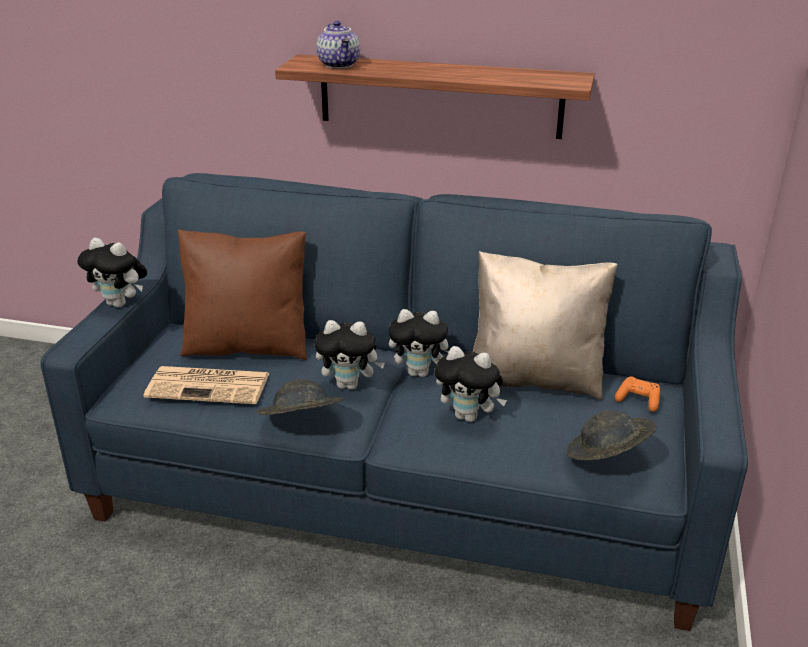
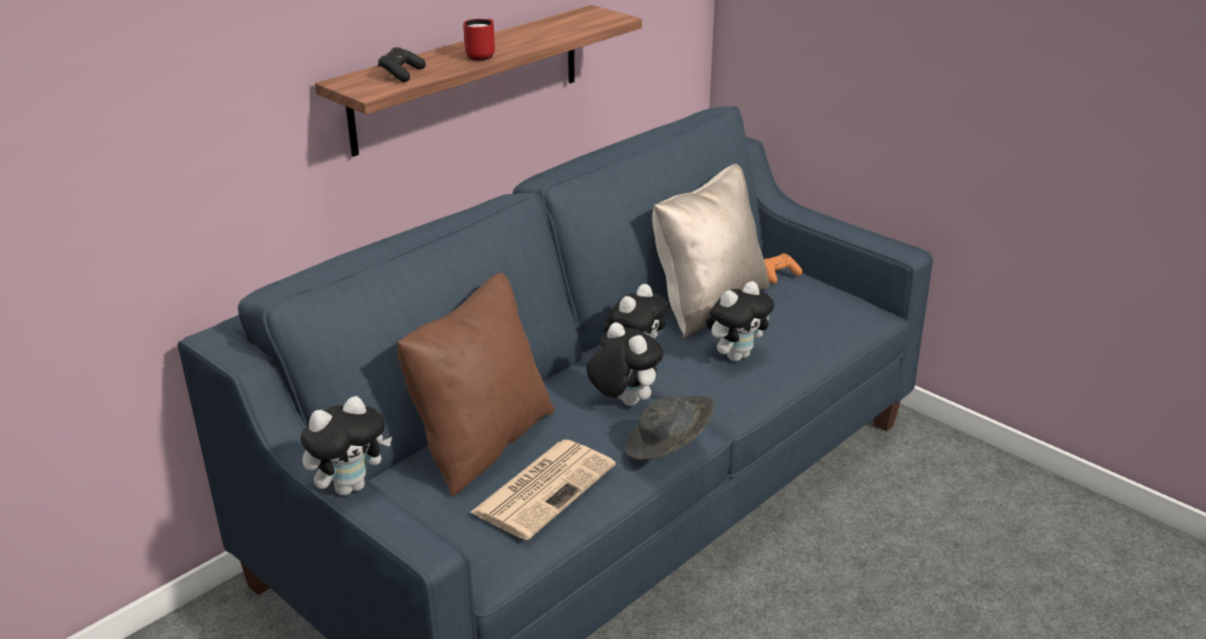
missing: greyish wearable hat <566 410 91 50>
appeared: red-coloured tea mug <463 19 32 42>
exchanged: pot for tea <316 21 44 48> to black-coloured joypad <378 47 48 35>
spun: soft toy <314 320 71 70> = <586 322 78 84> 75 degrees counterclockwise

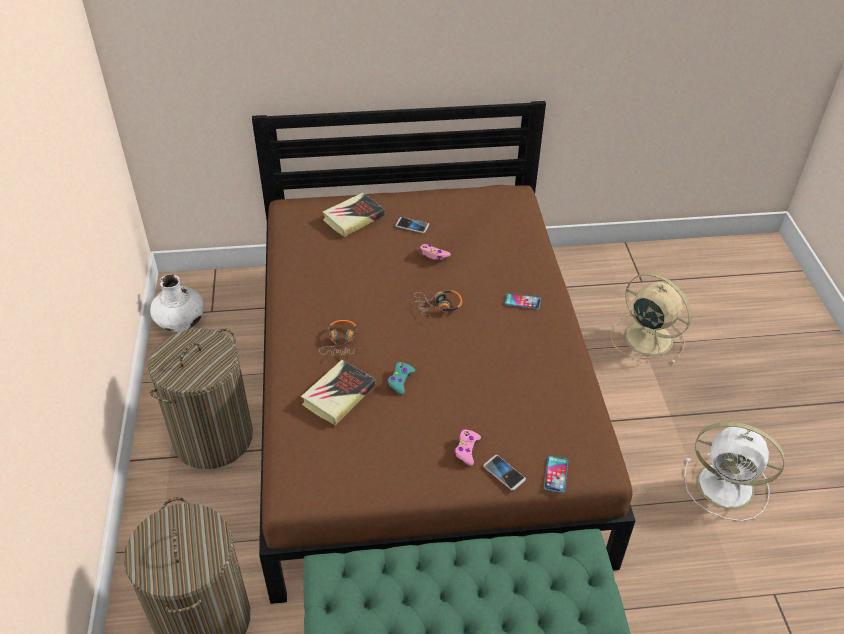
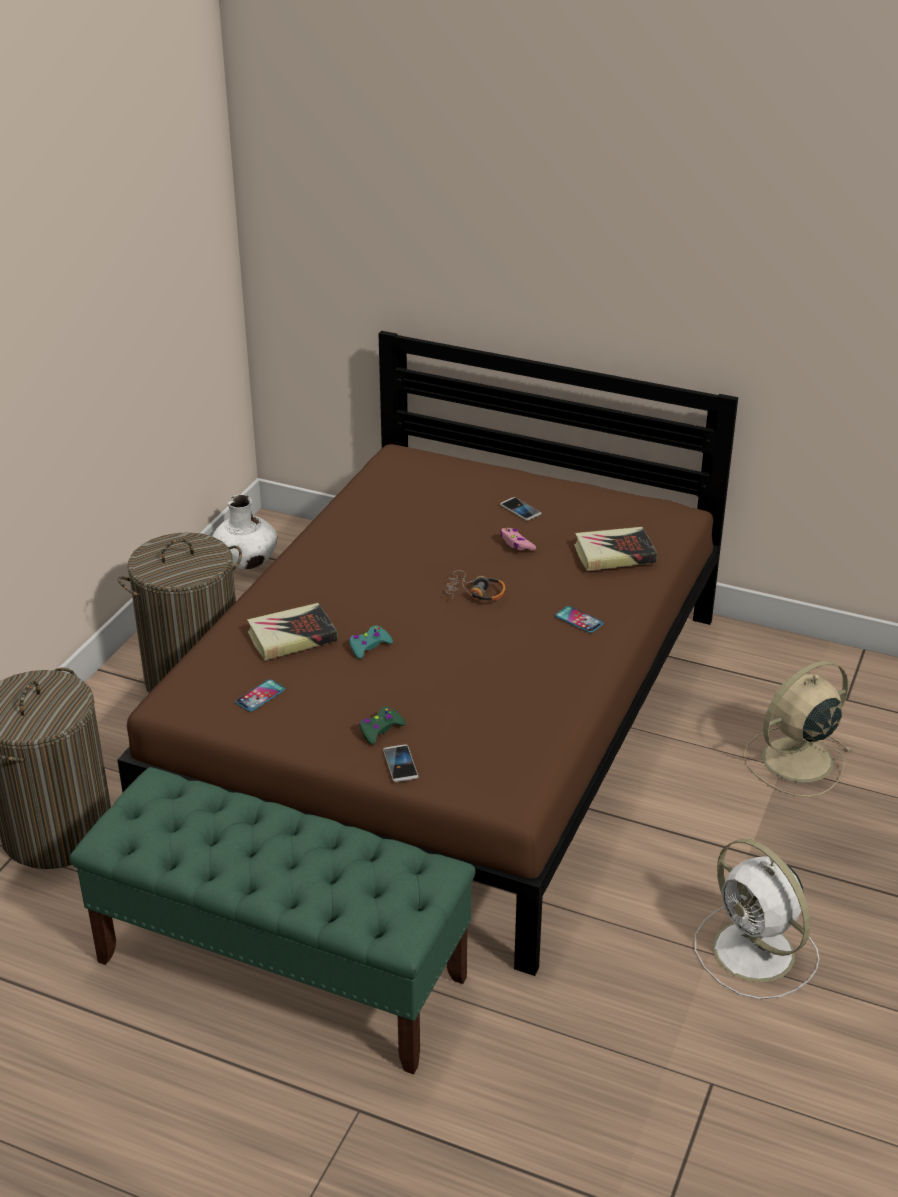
missing: pair of headphones <319 320 40 36>
relocated: book <323 193 62 44> to <574 527 83 44>; handset <544 456 24 37> to <235 679 50 33>
colour: pink joypad <454 430 27 36> to green-coloured joypad <359 706 47 39>
spun: sand-coloured fan <611 273 81 91> = <744 661 108 136> 105 degrees counterclockwise

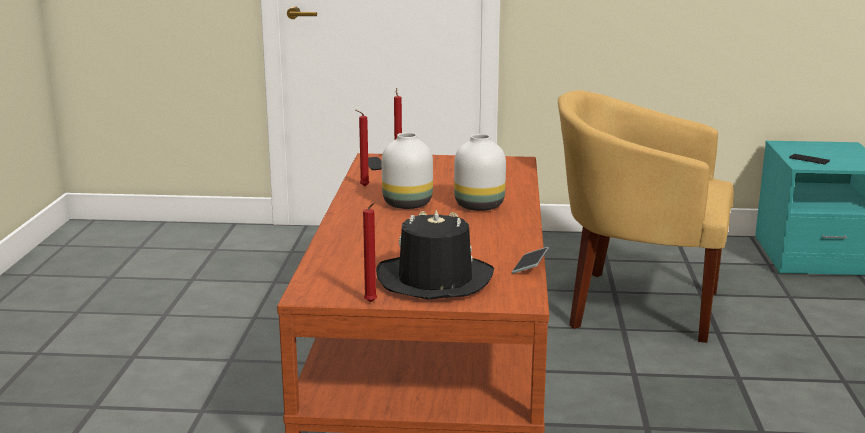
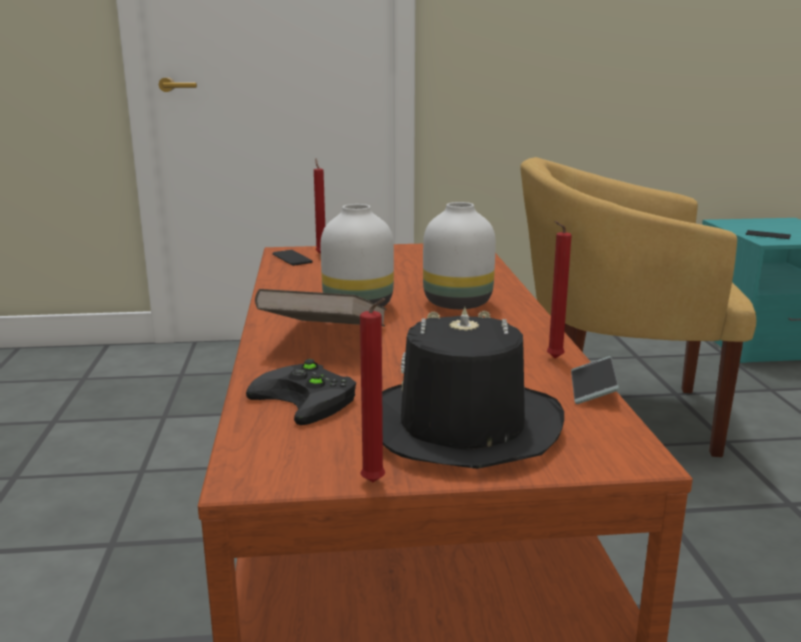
appeared: black-coloured joypad <246 359 110 66>; brown book <255 289 131 37>
relocated: red-coloured wax candle <356 110 14 76> to <547 221 25 138>

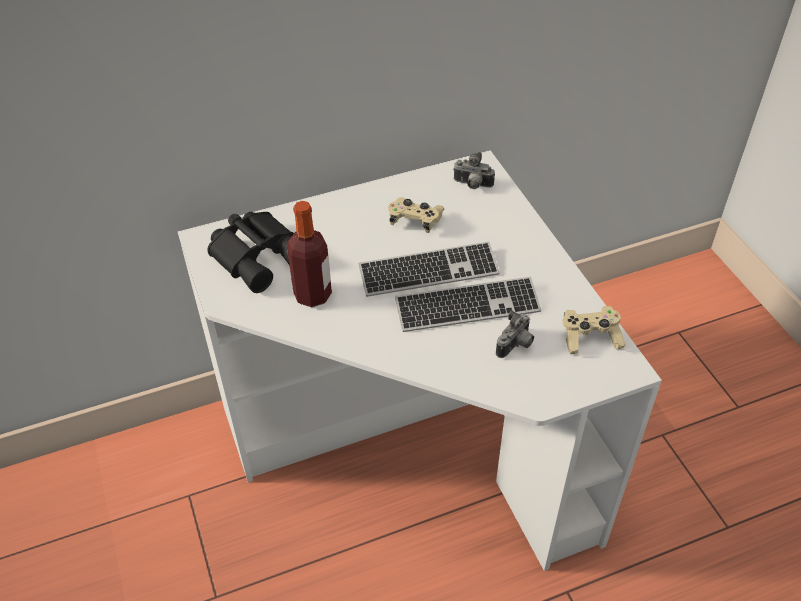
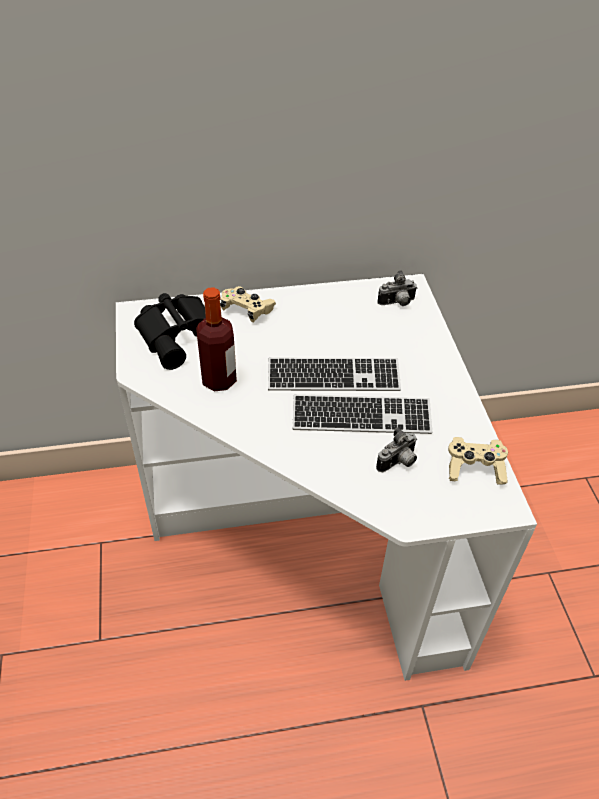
relocated: sand-coloured joypad <388 197 57 36> to <220 286 56 36>
spun: still camera <453 152 42 37> = <377 270 40 36> 45 degrees counterclockwise

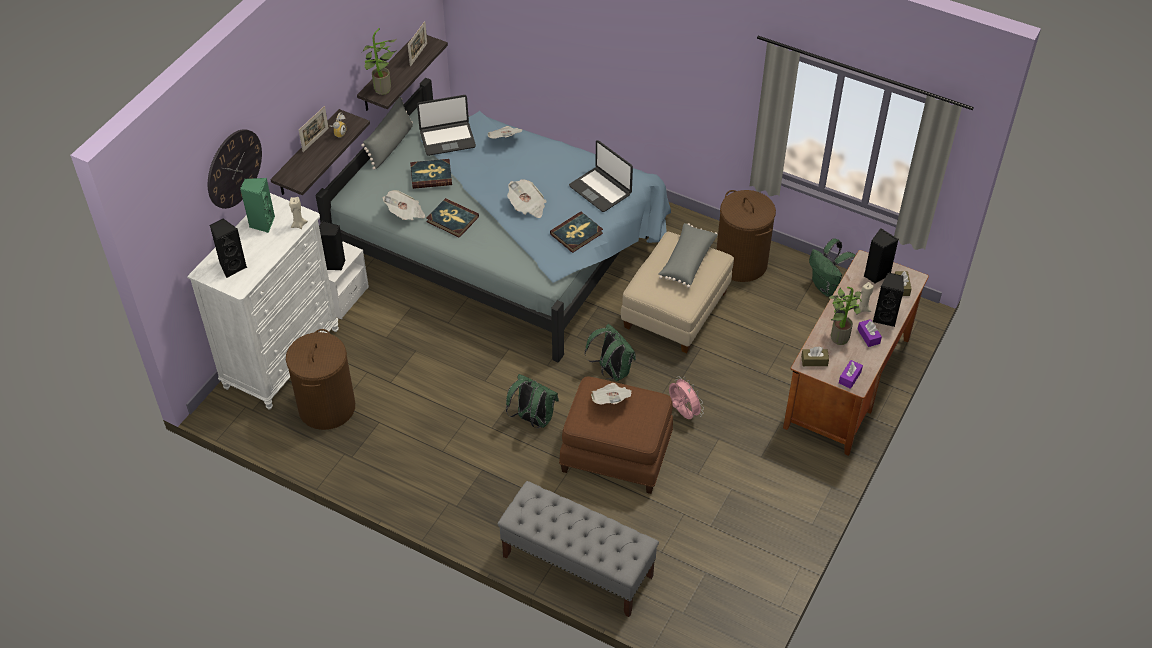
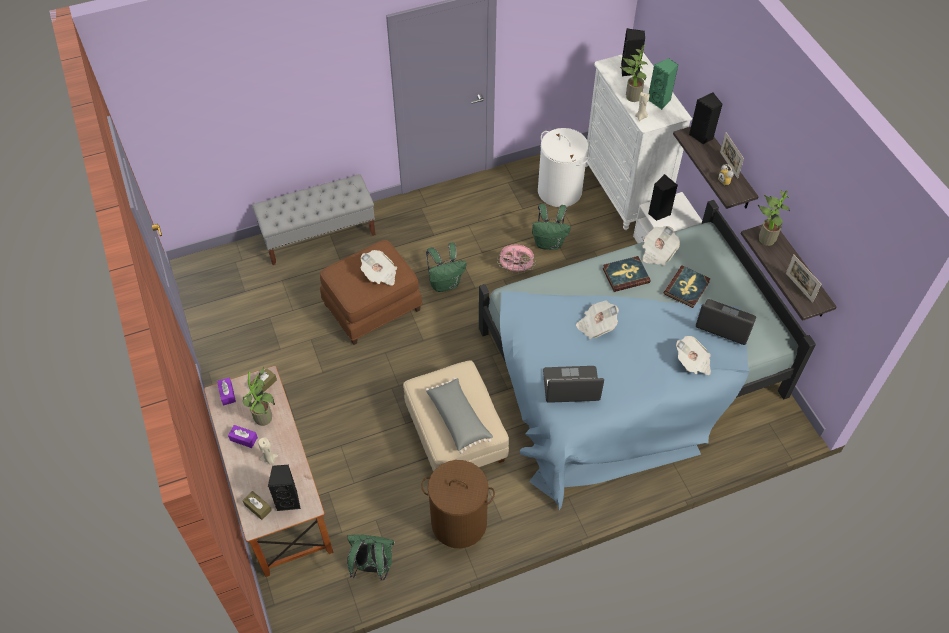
missing: clock on the wall <208 129 54 80>; greyish cushion <361 97 52 73>; book <550 212 53 41>
appeared: plant in a pot <620 45 28 57>
relocated: green-coloured rucksack <585 324 51 57> to <532 204 39 46>; pink fan <669 376 35 43> to <497 244 39 30>; black-coloured audio speaker <873 272 31 55> to <689 92 34 52>
colour: brown hamper <286 329 69 101> to whitish hamper <538 128 51 79>
spun: notebook computer <417 95 59 61> = <696 299 60 46> 90 degrees clockwise

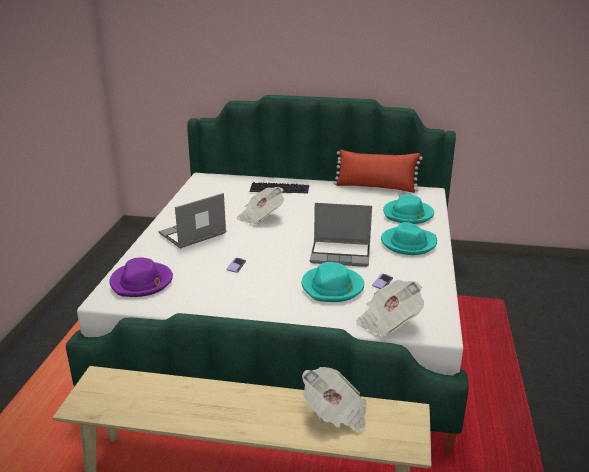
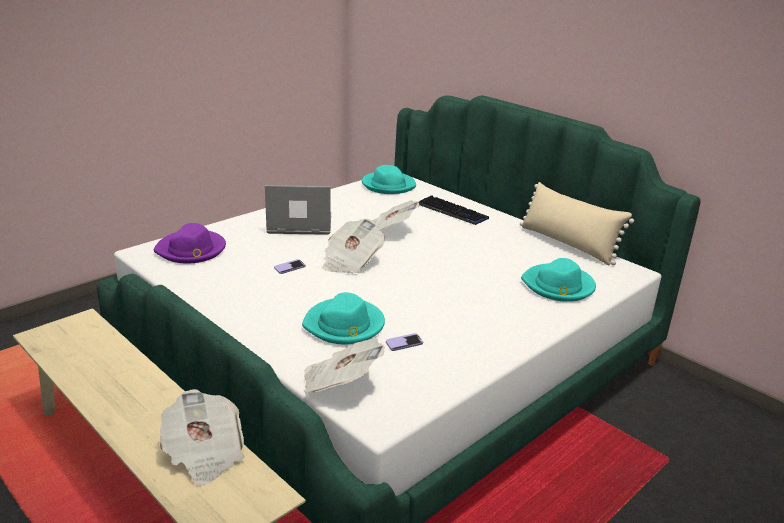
missing: notebook computer <310 203 62 64>
appeared: daily paper <323 219 62 54>
relocated: turquoise-coloured wearable hat <381 222 56 33> to <362 165 54 29>
colour: red-coloured cushion <333 149 90 44> to sand-coloured cushion <520 182 114 83>

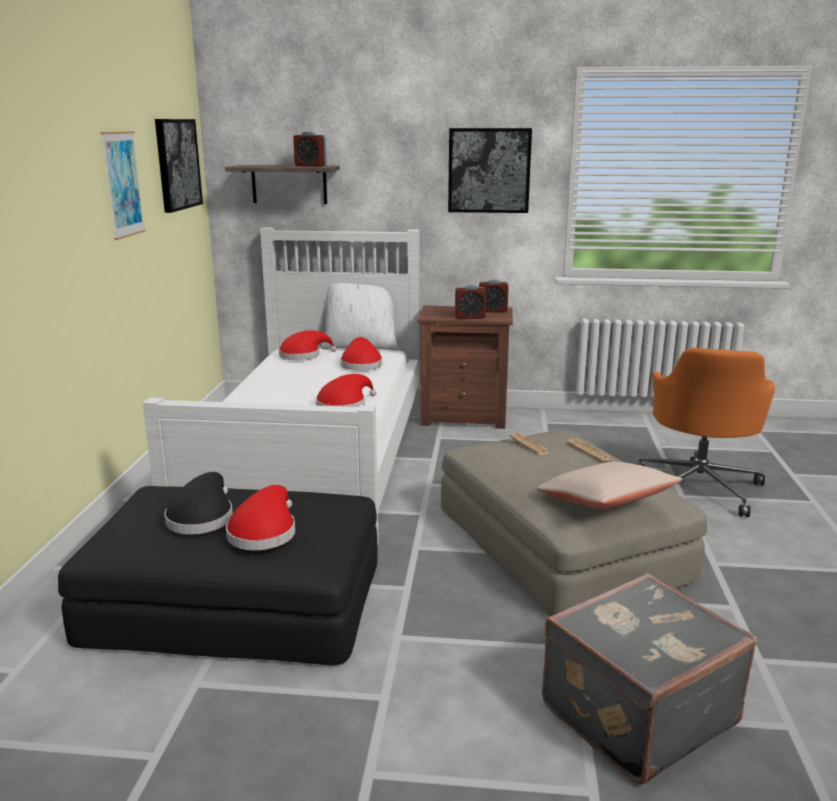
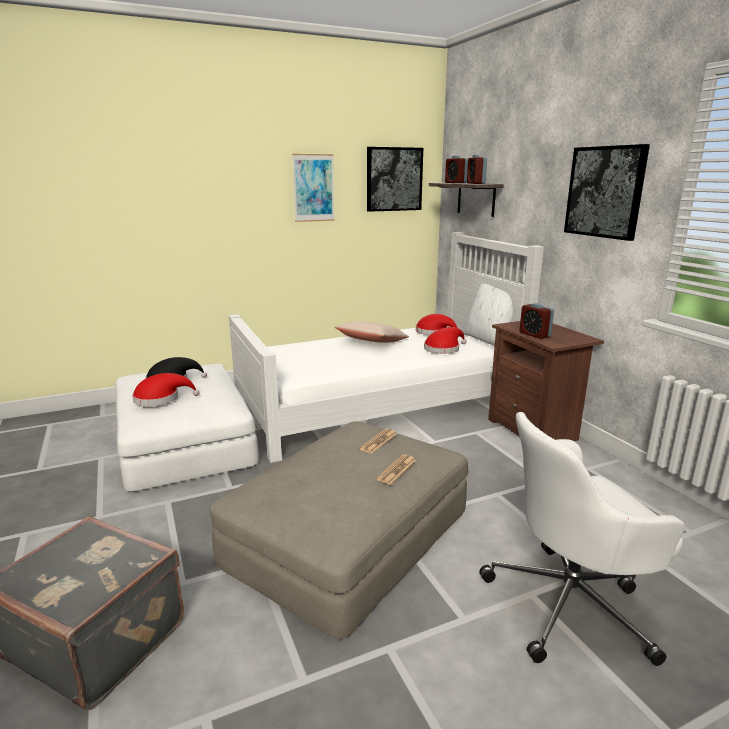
missing: red-coloured wearable hat <316 374 61 33>
relocated: alarm clock <479 280 30 33> to <445 155 23 28>; sand-coloured cushion <536 462 147 47> to <335 321 74 22>
colour: black-coloured ottoman <58 486 320 179> to whitish ottoman <115 364 144 128>; orange-coloured office chair <637 348 138 169> to whitish office chair <479 412 206 254>

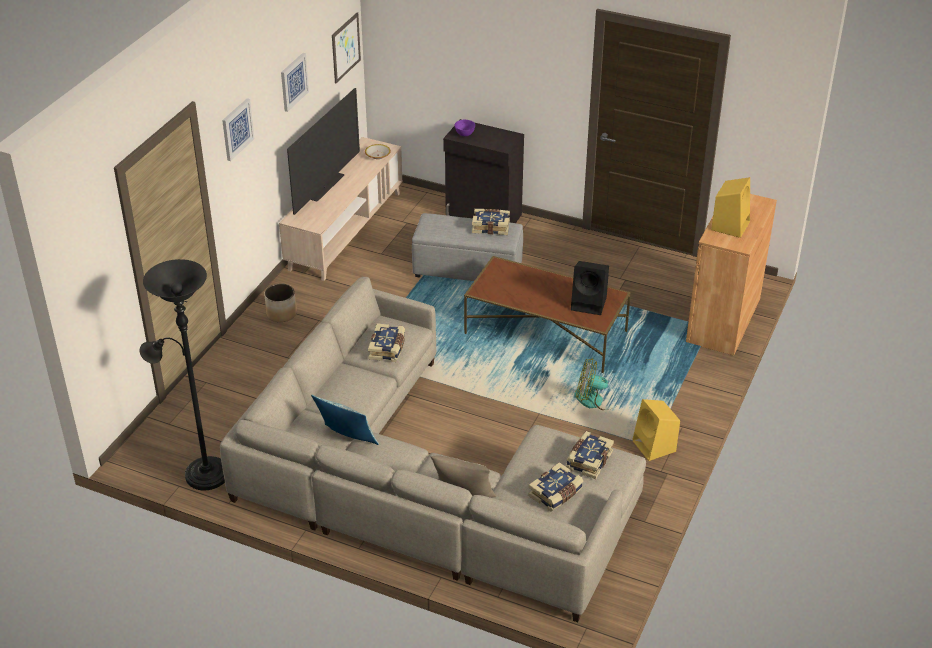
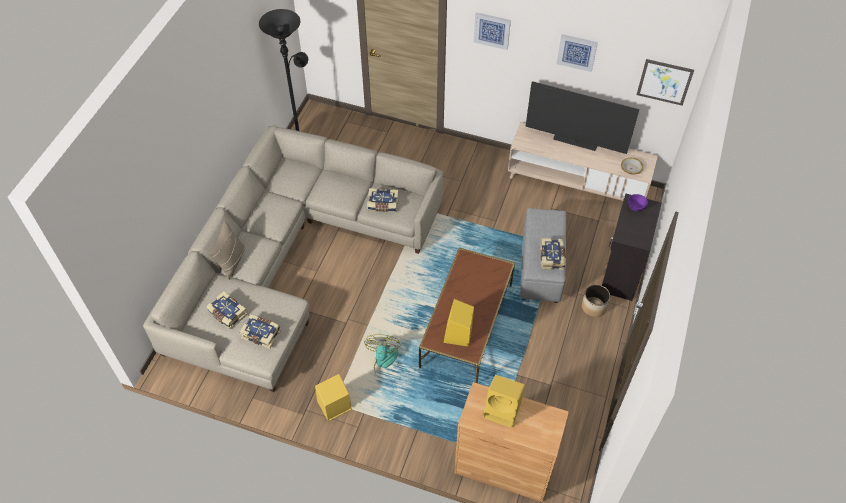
missing: cushion <311 395 68 50>
relocated: flower pot <264 284 33 38> to <582 285 28 32>
colour: black-coloured audio speaker <571 261 38 54> to yellowish audio speaker <444 299 30 48>

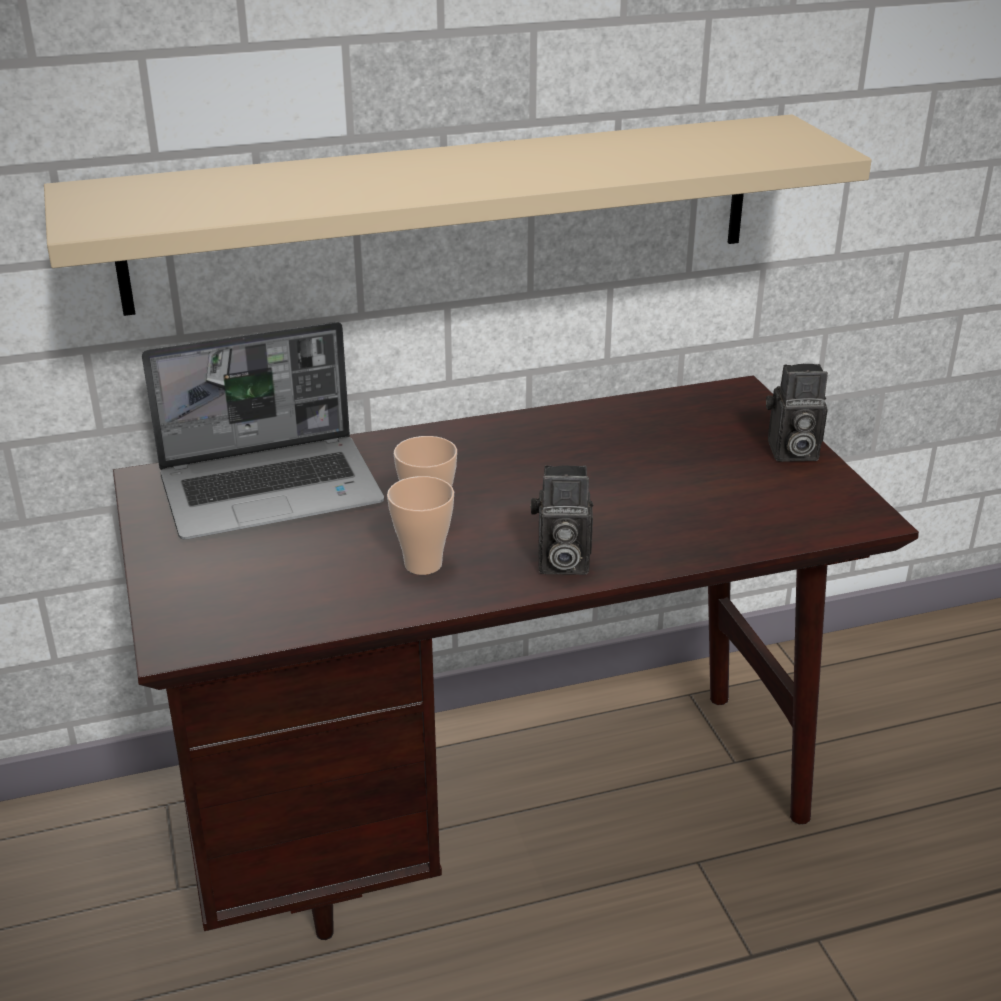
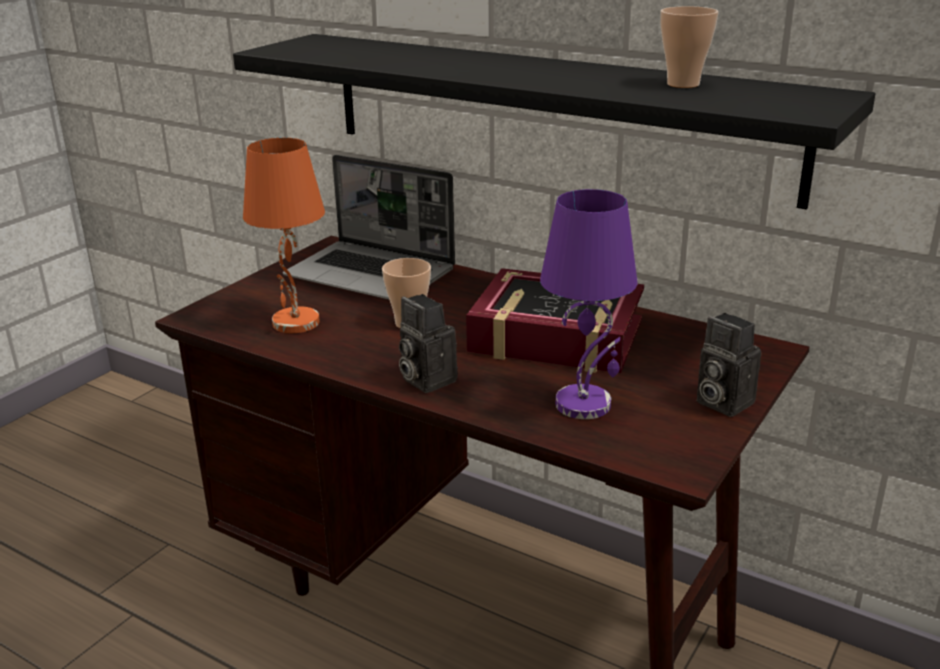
appeared: orange-coloured tabletop lamp <243 138 82 195>; book <466 268 178 105>; purple-coloured tabletop lamp <540 189 98 230>
relocated: cup <387 476 67 99> to <660 6 58 82>
colour: sand-coloured bracket shelf <44 114 828 202> to black-coloured bracket shelf <233 34 642 176>

